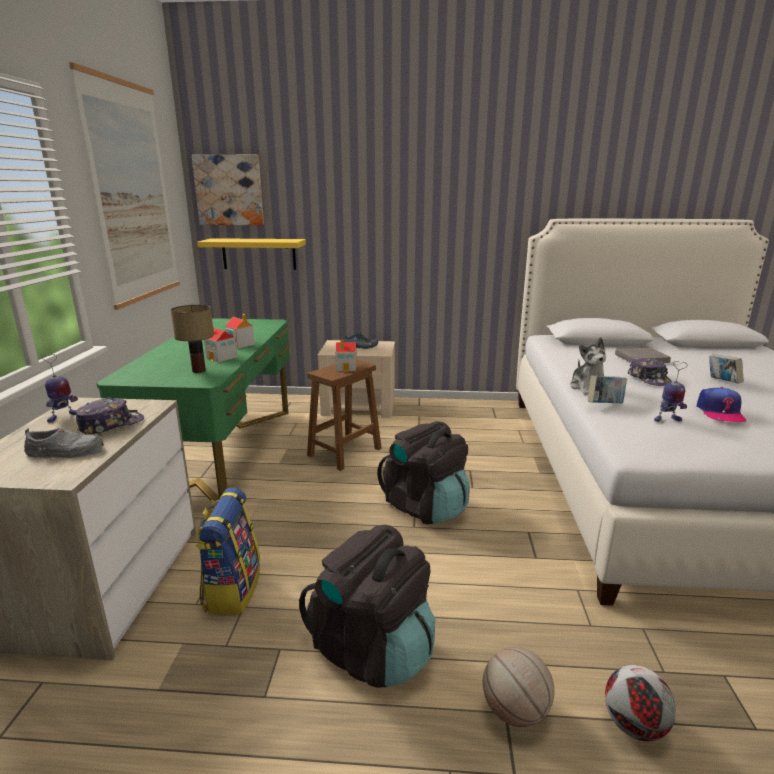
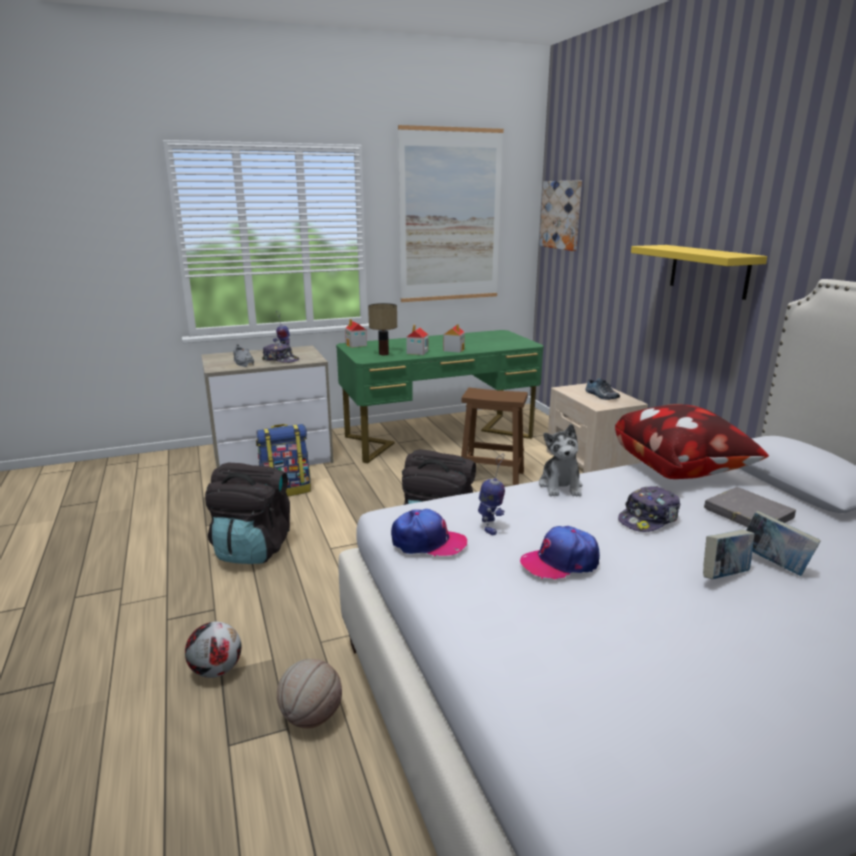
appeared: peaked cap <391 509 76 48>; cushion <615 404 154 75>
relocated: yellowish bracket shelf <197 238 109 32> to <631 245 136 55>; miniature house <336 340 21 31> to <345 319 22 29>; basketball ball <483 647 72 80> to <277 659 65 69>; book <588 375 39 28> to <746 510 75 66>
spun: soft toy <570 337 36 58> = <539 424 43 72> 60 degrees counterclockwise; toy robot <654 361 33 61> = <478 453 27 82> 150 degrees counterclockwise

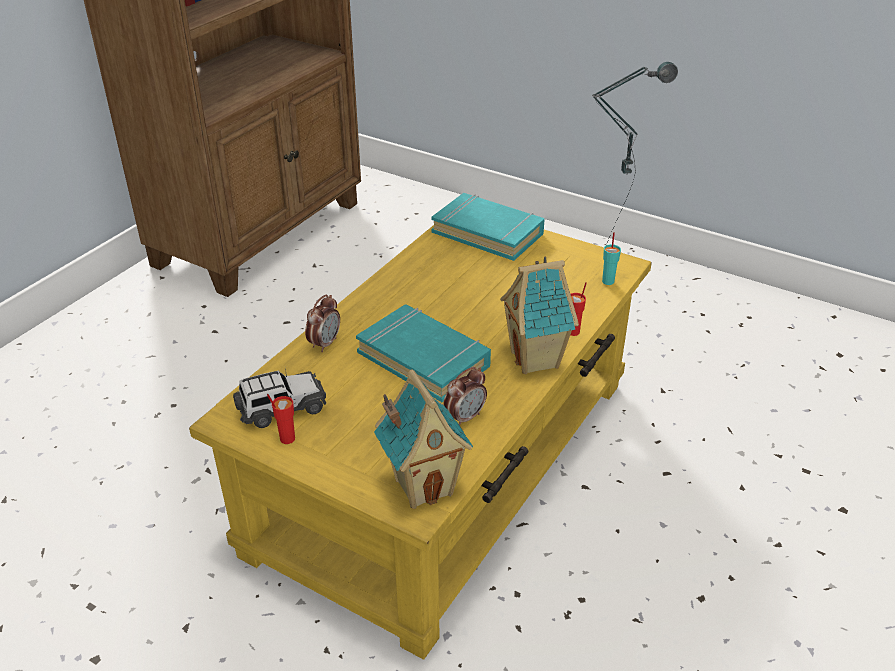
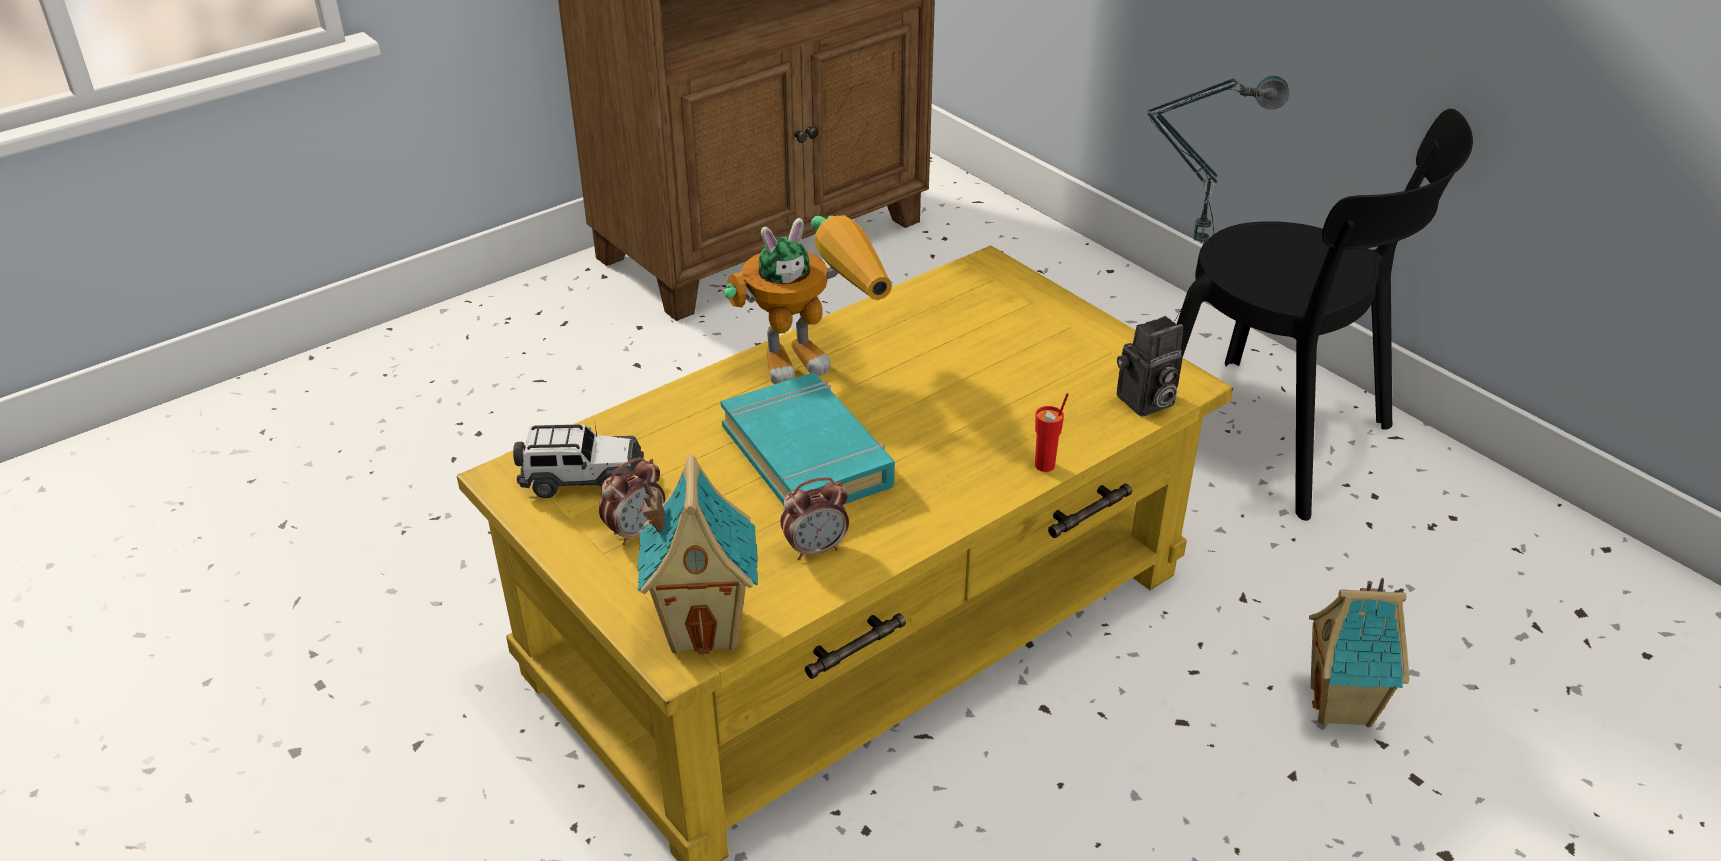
missing: red-coloured cup <267 394 28 50>; turquoise-coloured book <431 193 114 68>
appeared: toy robot <724 215 168 169>; black-coloured plain chair <1177 109 296 412>
relocated: alarm clock <305 295 35 57> to <599 457 66 88>; miniature house <500 256 79 118> to <1309 578 100 150>
exchanged: turquoise-coloured cup <602 232 19 53> to still camera <1117 316 66 100>

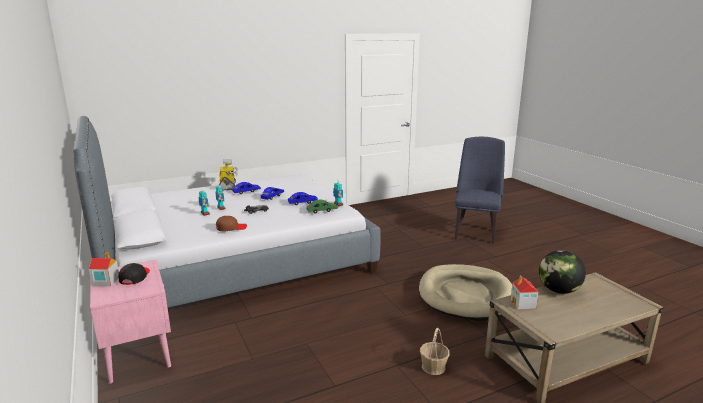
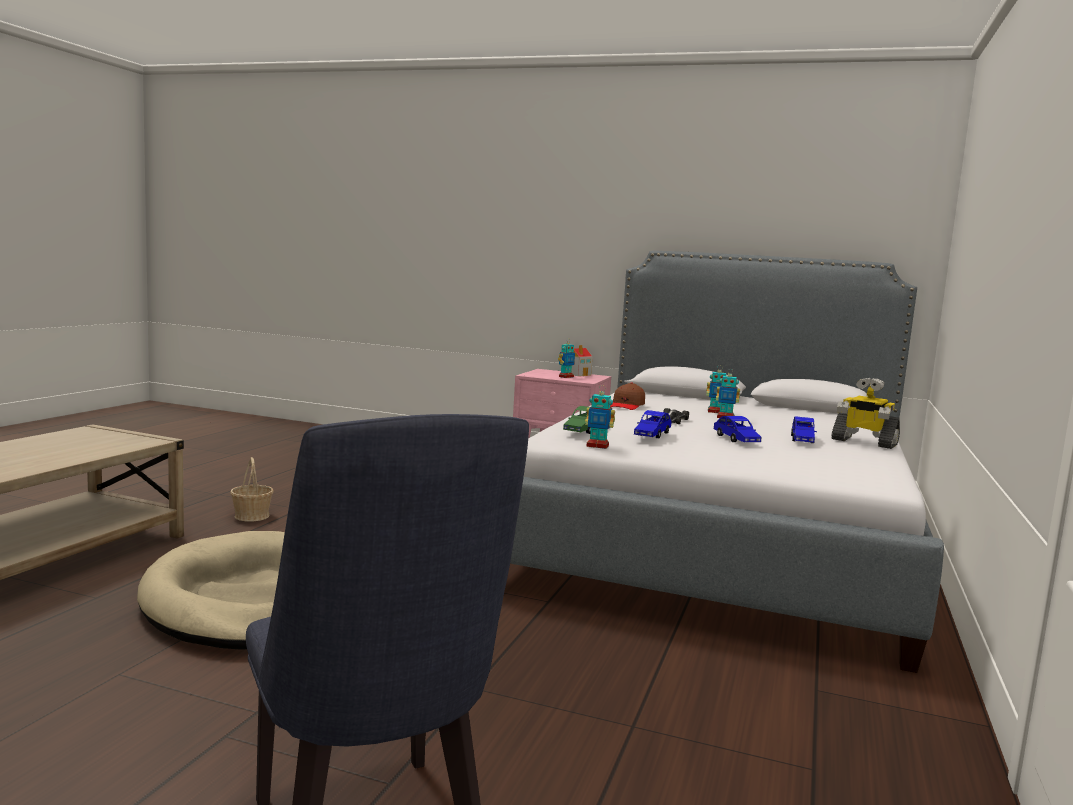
missing: miniature house <510 276 29 33>; desk globe <539 250 47 44>
exchanged: black-coloured peaked cap <118 263 32 22> to toy robot <558 339 17 39>

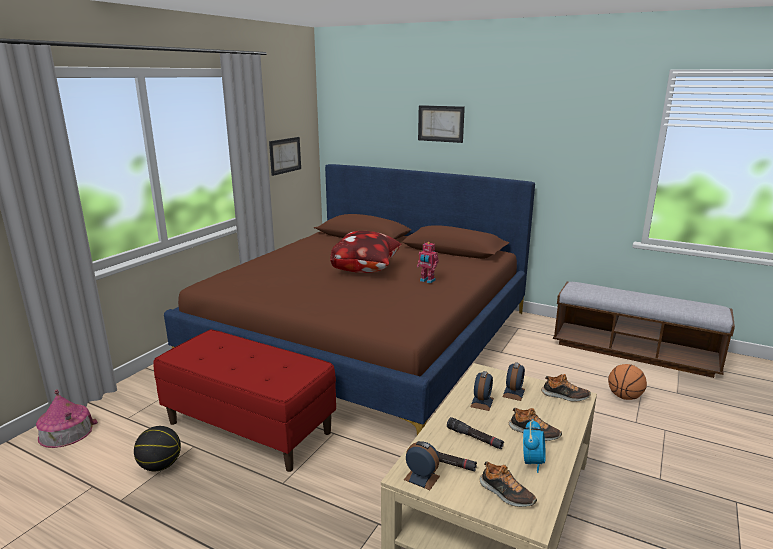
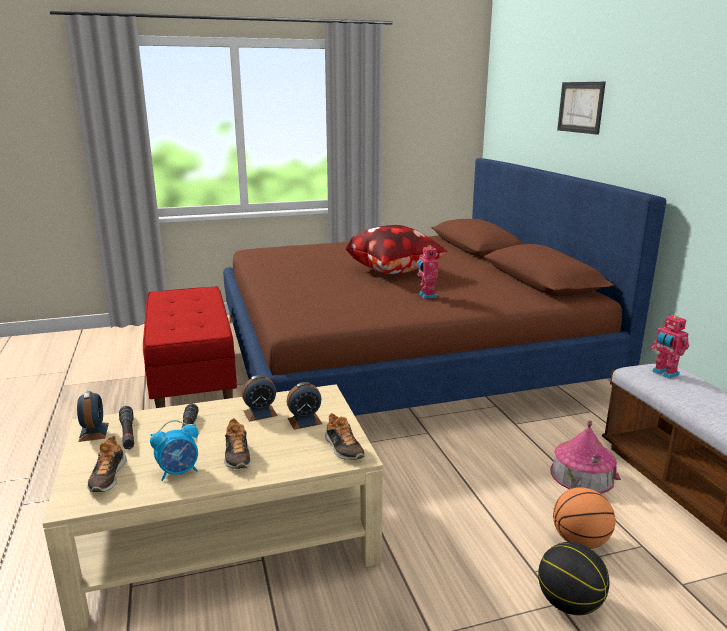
missing: picture <269 137 32 39>
appeared: toy robot <651 314 38 65>
relocated: miniature house <36 389 62 59> to <550 420 71 74>; basketball ball <134 426 47 45> to <538 542 71 73>

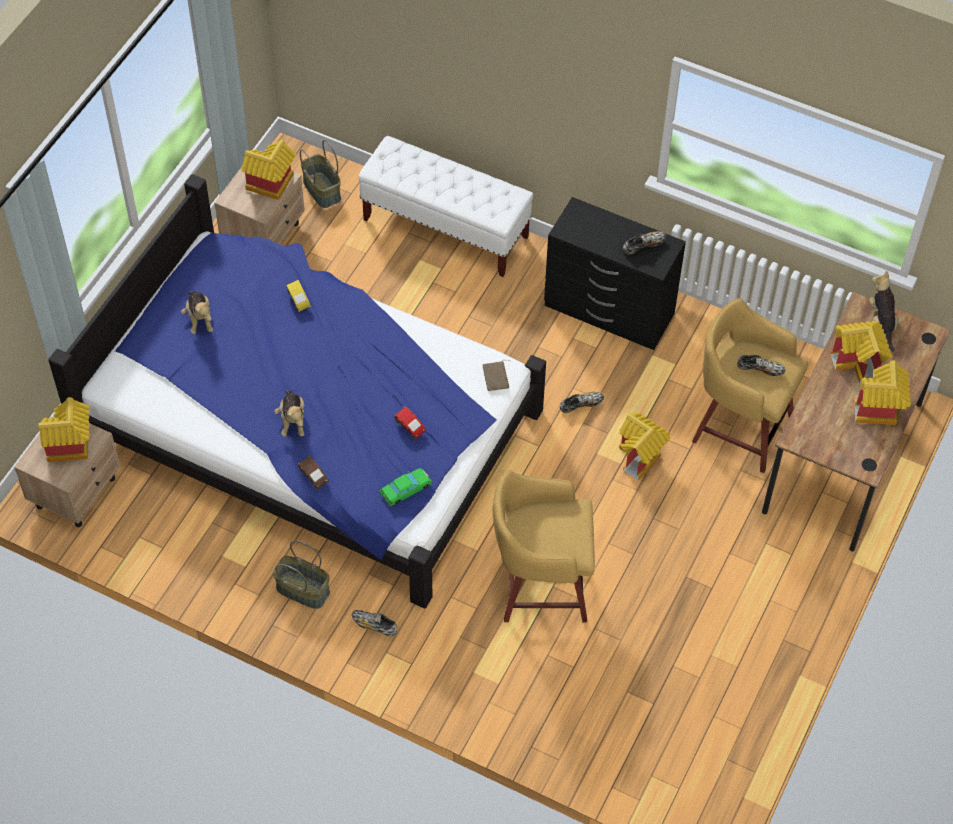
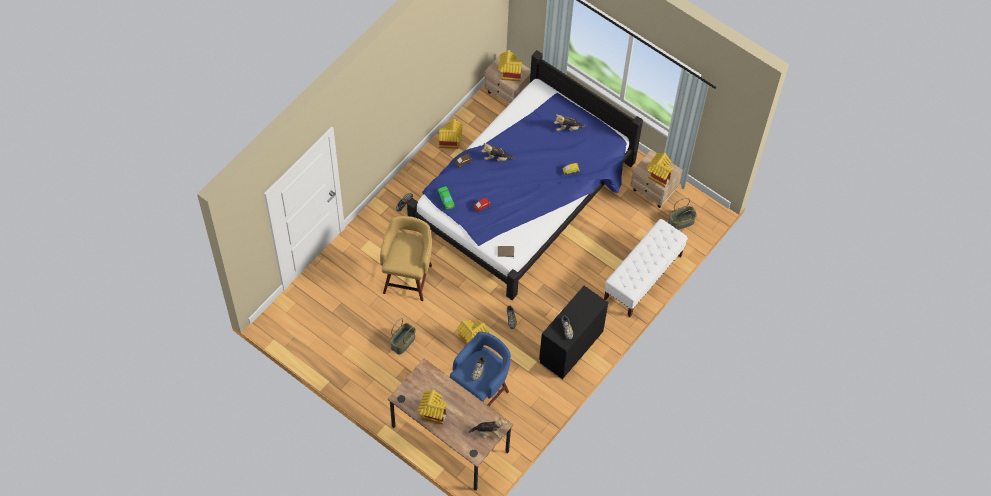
relocated: household basket <273 541 57 68> to <390 318 26 36>; miniature house <830 321 62 63> to <439 119 24 30>
colour: yellowish stool <692 298 117 175> to blue-coloured stool <450 332 61 74>

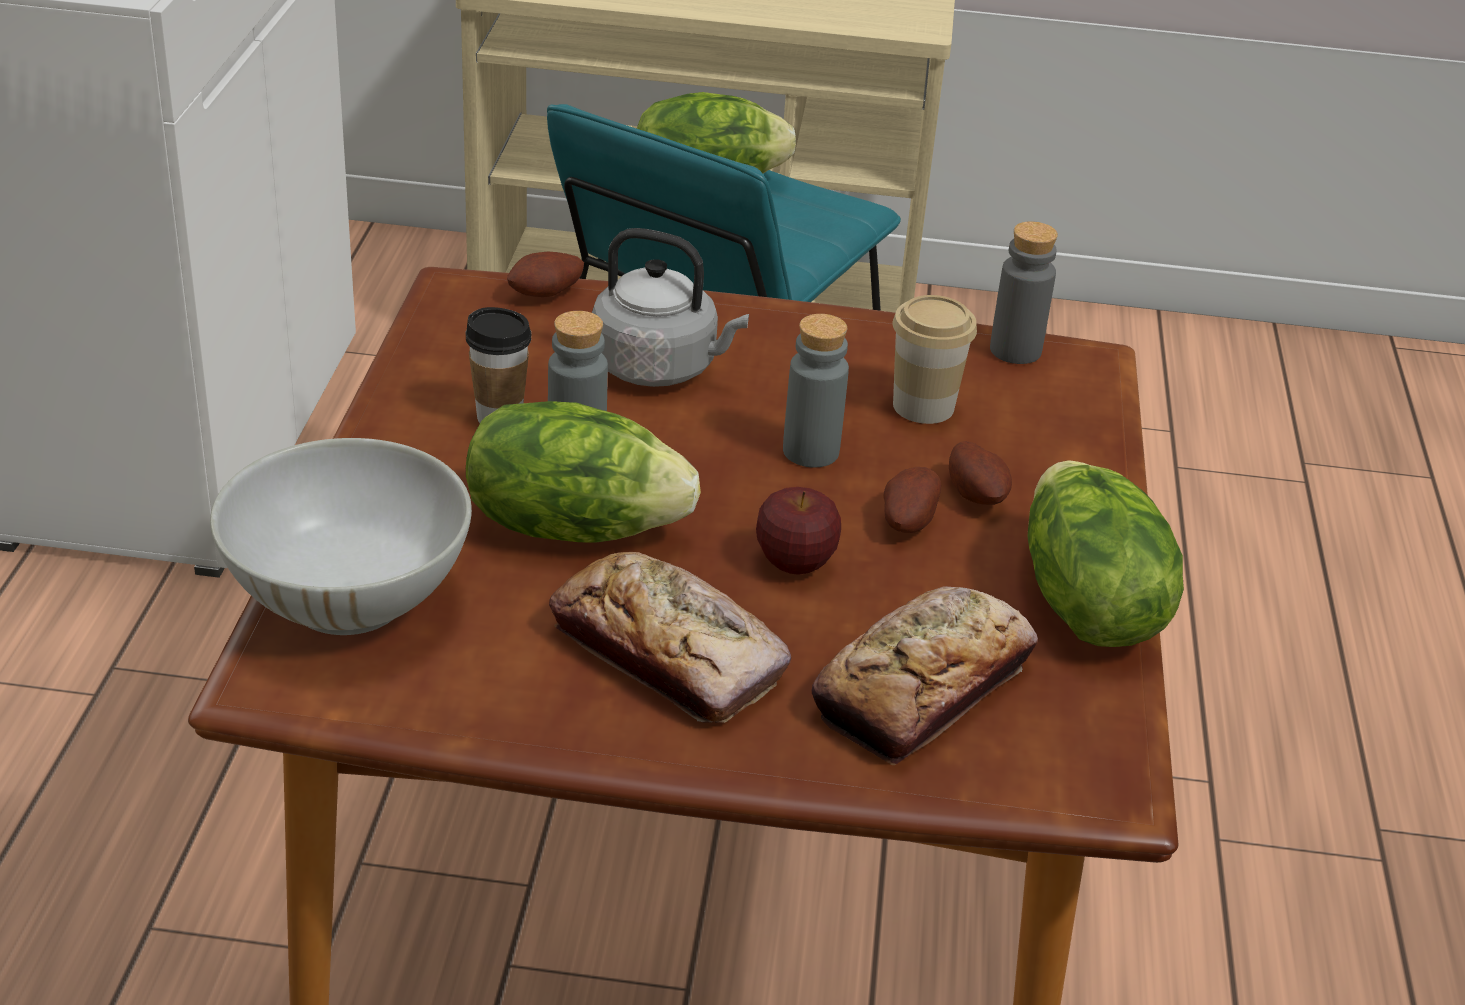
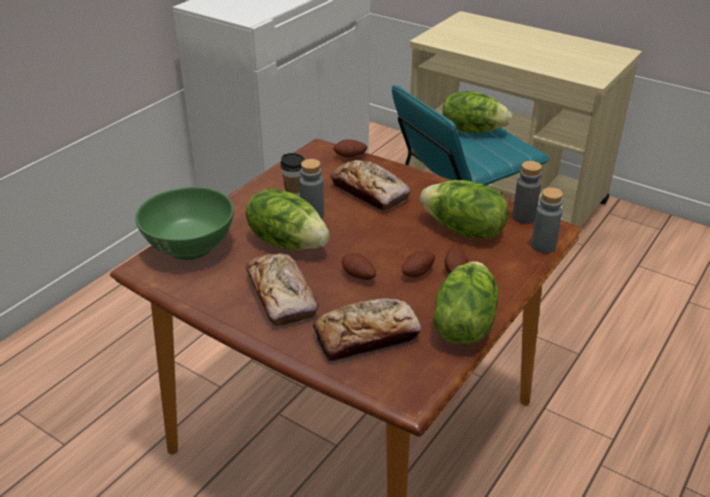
relocated: greyish drink bottle <783 314 66 154> to <531 187 32 66>
exchanged: greyish kettle <592 228 157 159> to bakery bread <330 160 81 51>; apple <756 487 85 88> to whole potato <342 253 34 27>; cup <892 295 85 129> to head of lettuce <420 180 88 59>
colour: whitish serving bowl <210 438 262 197> to green-coloured serving bowl <135 187 99 73>

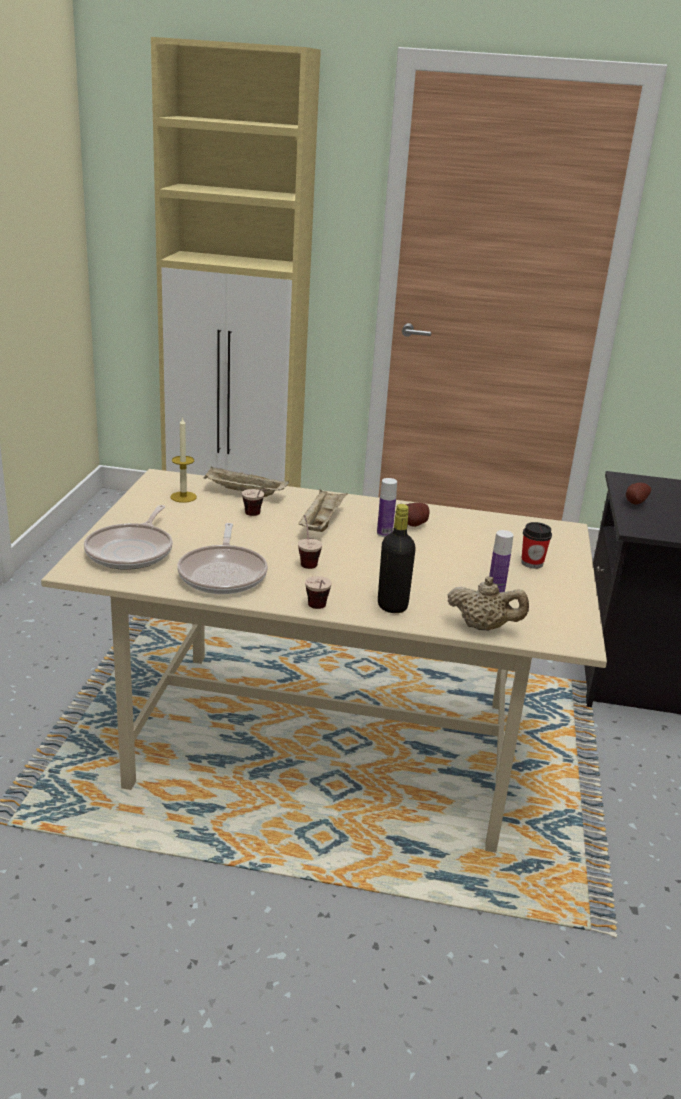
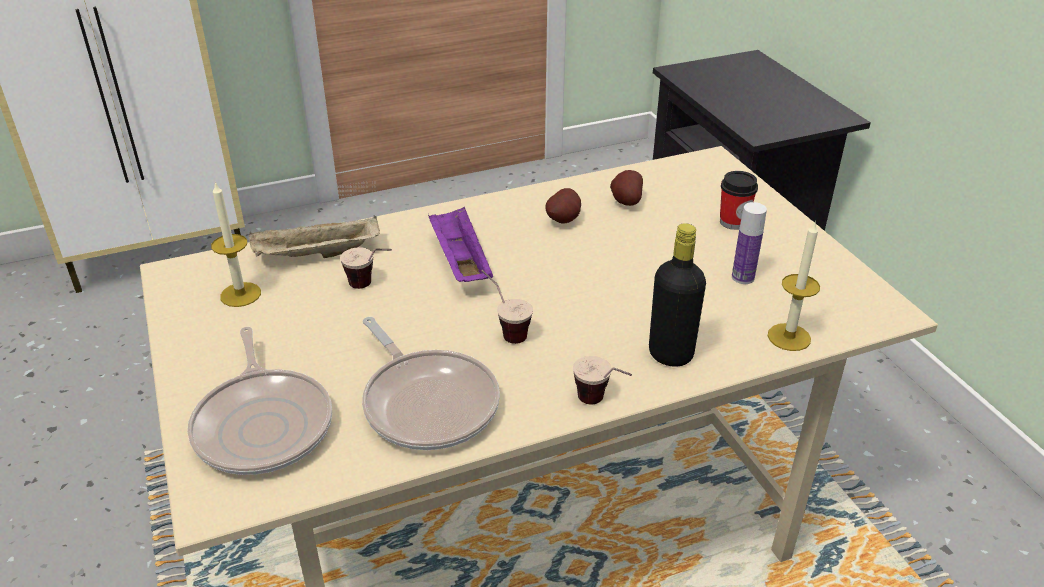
missing: drink bottle <377 478 20 59>
relocated: whole potato <626 483 25 21> to <610 170 33 36>
exchanged: sand-coloured pot for tea <448 576 81 55> to wax candle <768 220 52 131>
colour: sand-coloured carrying tray <298 489 50 43> to purple-coloured carrying tray <428 207 65 75>

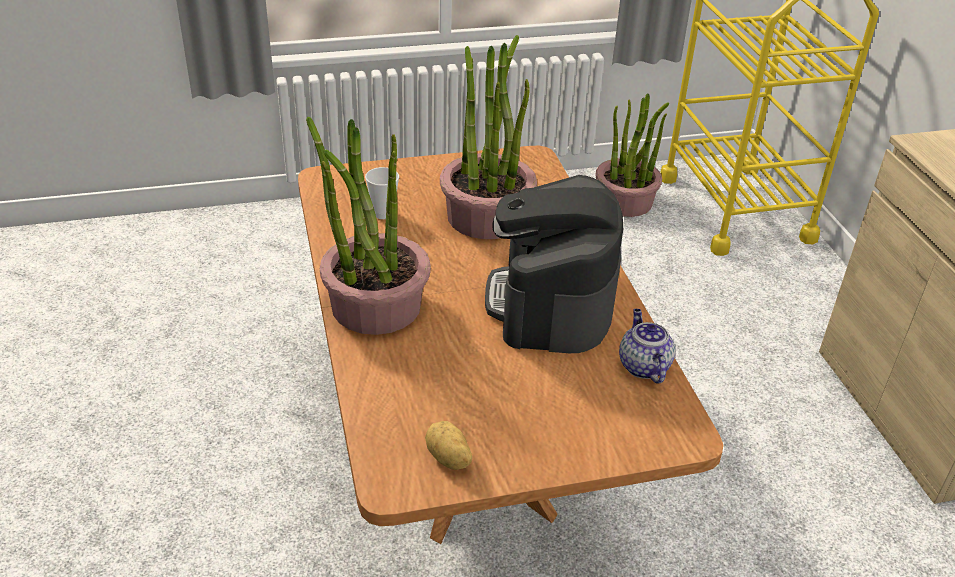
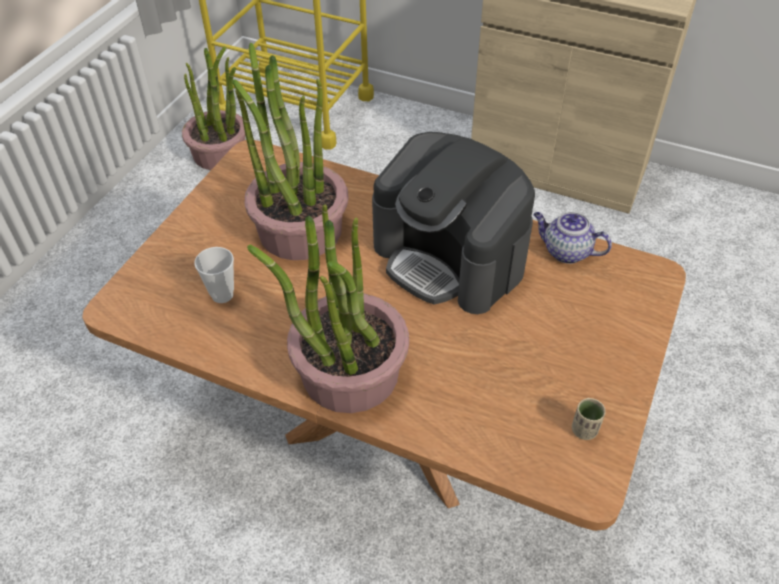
exchanged: whole potato <425 421 47 49> to sand-coloured cup <572 398 33 42>

